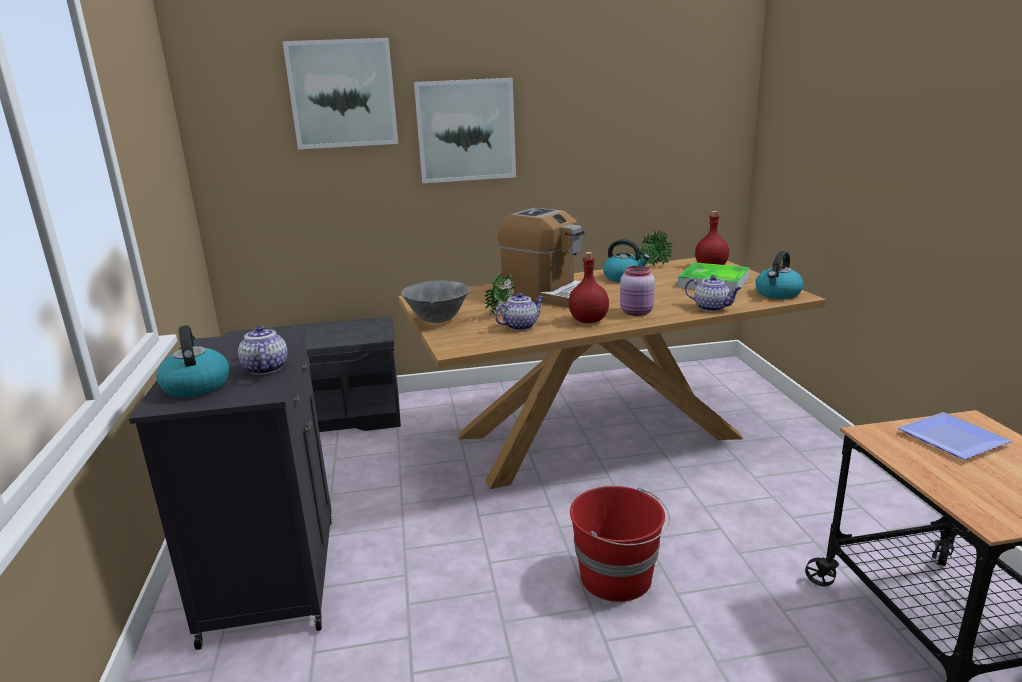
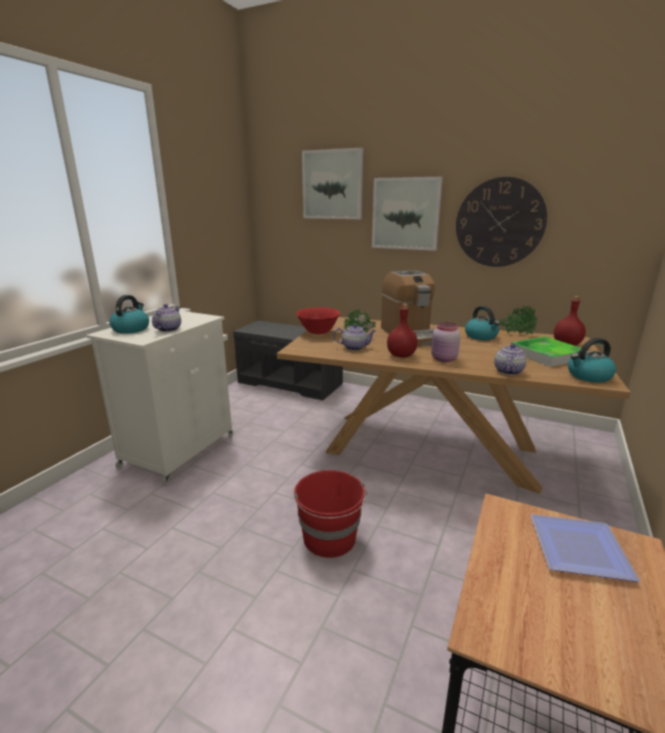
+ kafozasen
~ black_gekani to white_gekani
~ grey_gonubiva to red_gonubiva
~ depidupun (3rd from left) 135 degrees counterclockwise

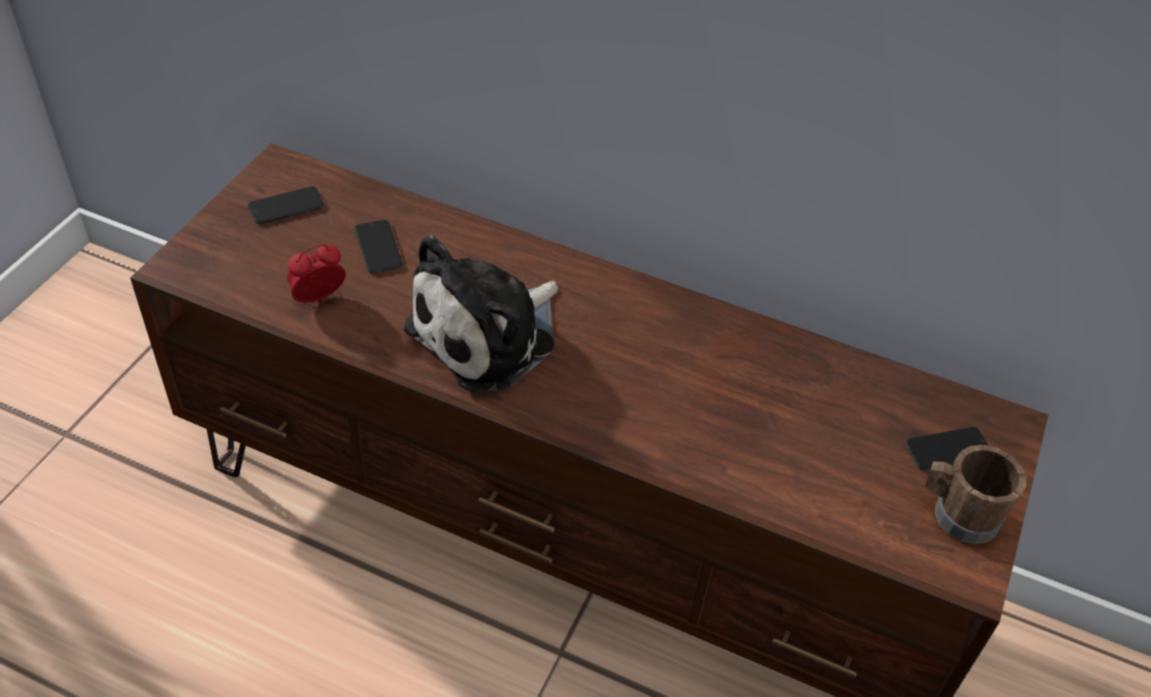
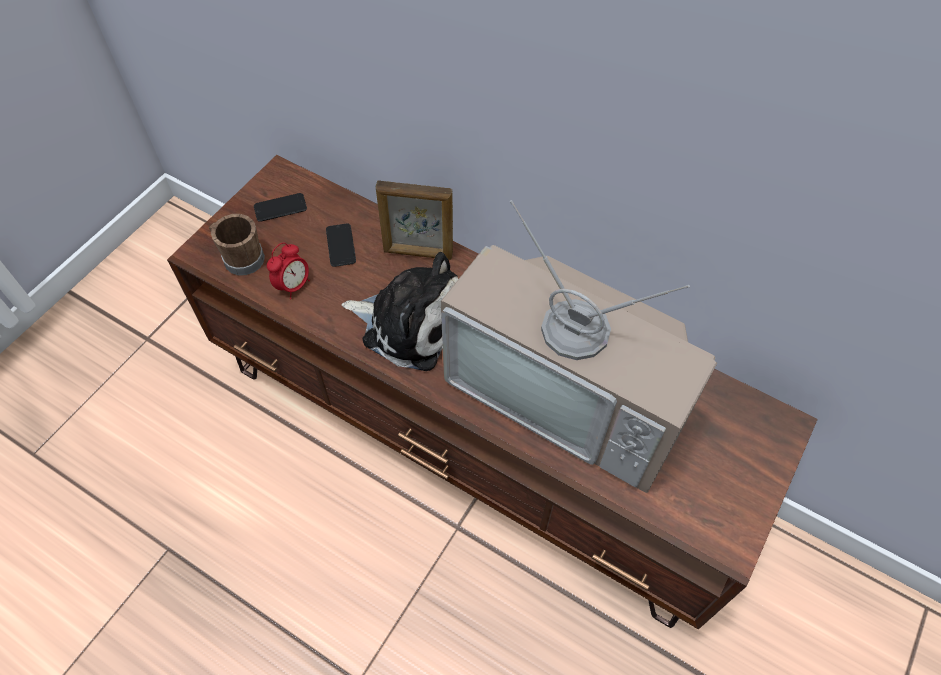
- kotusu (3rd from left)
+ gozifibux
+ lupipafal
~ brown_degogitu
~ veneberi 150 degrees clockwise
~ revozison 120 degrees counterclockwise

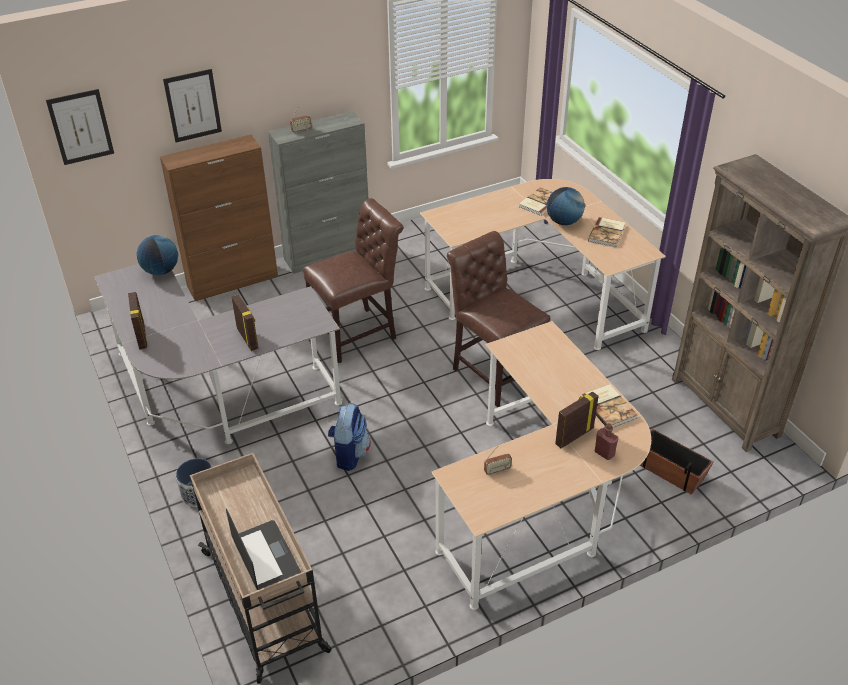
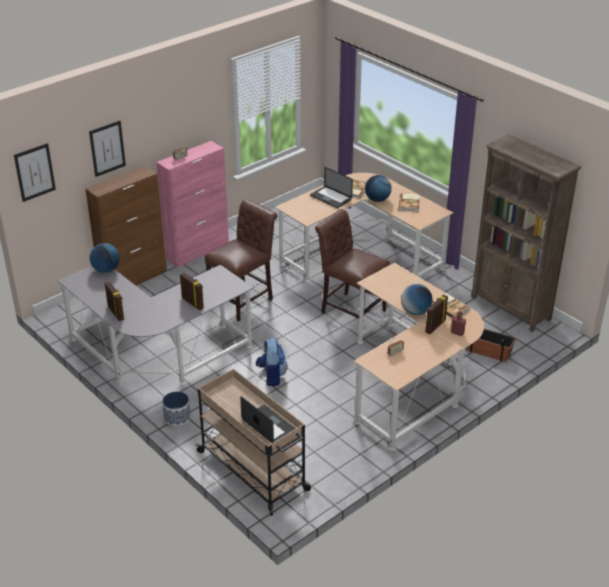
+ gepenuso (2nd from left)
+ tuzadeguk (3rd from left)
~ grey_gekani to pink_gekani

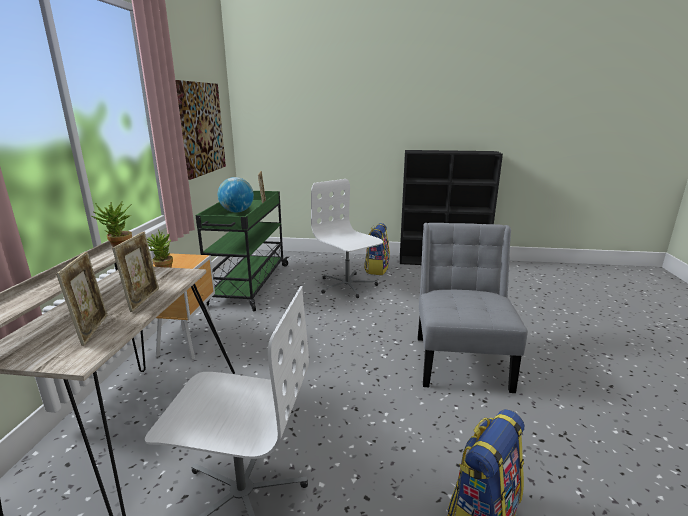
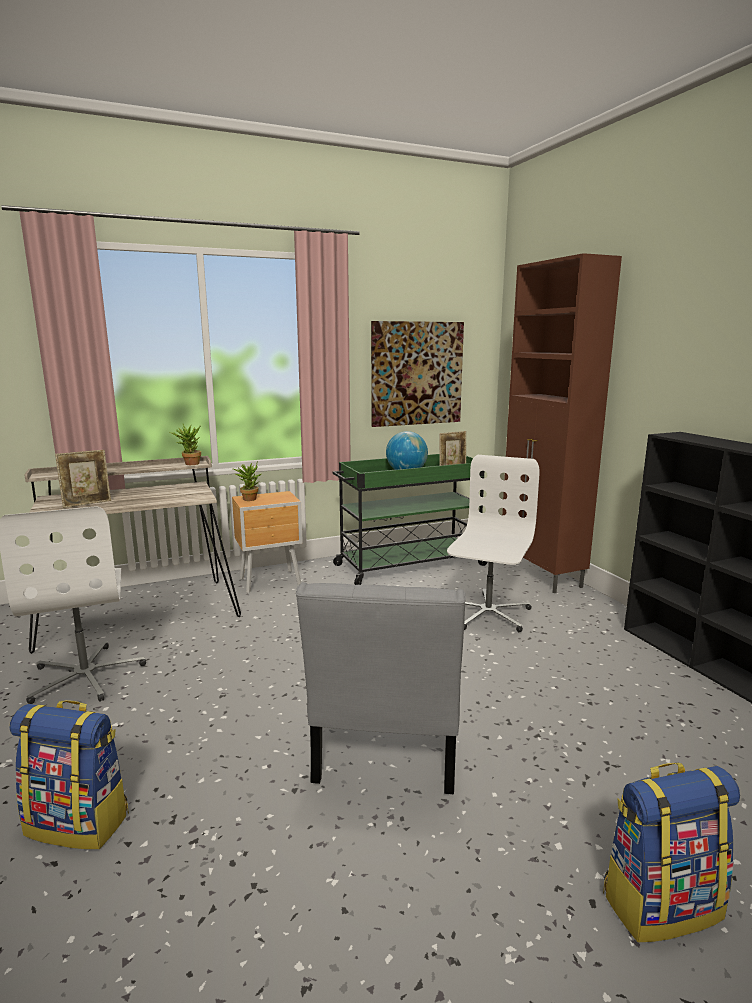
- gozifibux (2nd from left)
+ brown_gekani
~ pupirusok (1st from left in the first image) to pupirusok (2nd from left)
~ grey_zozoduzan 120 degrees clockwise

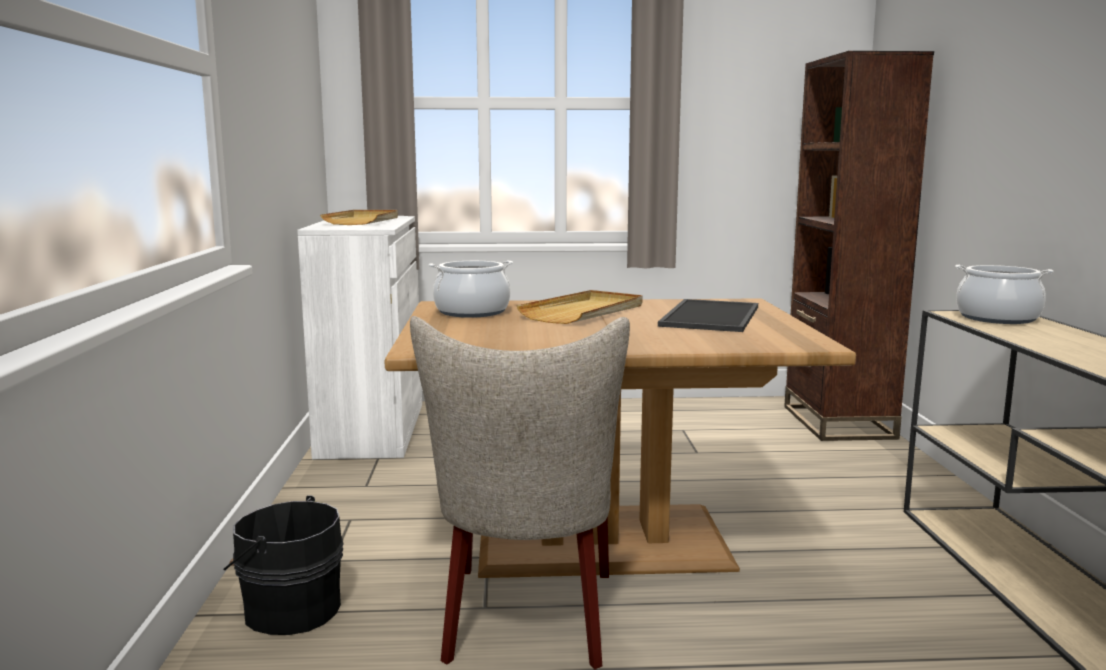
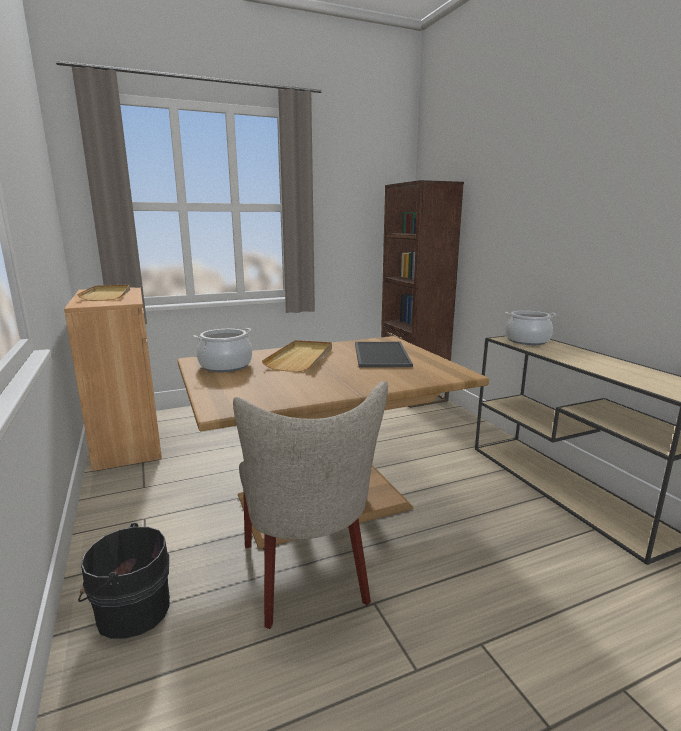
~ white_gekani to brown_gekani

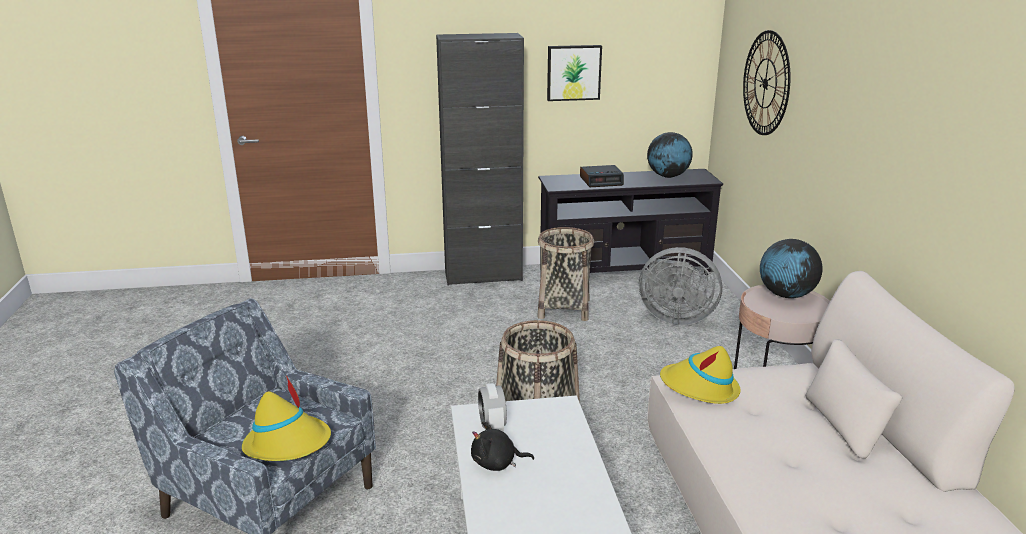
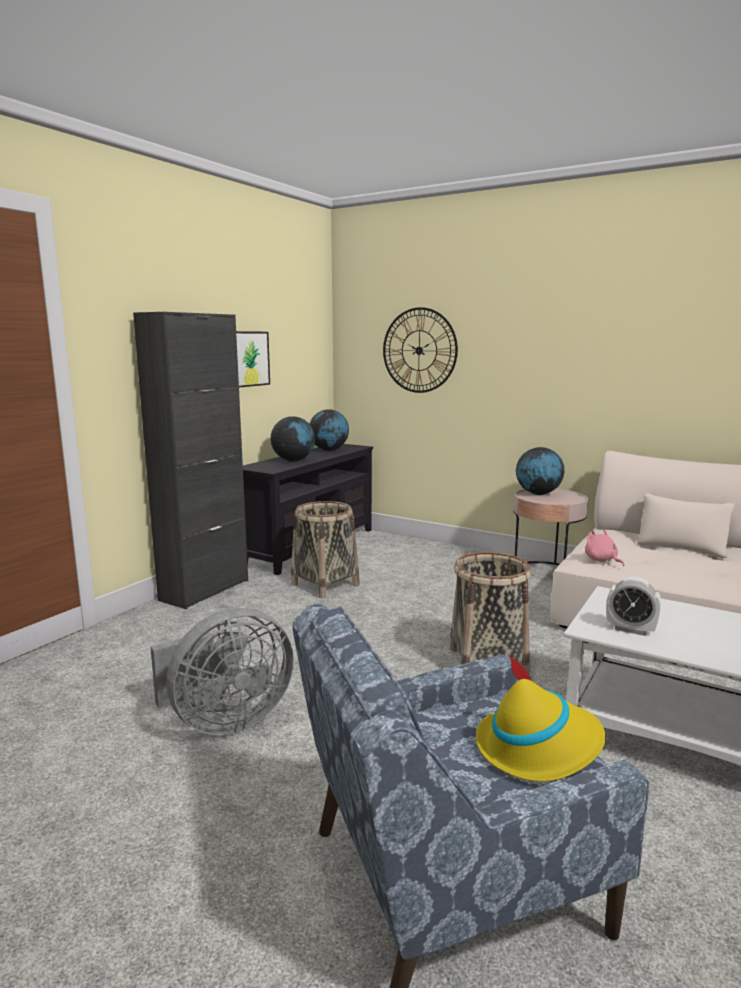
- black_revozison
~ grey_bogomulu
~ veneberi (2nd from left) to tuzadeguk (1st from left)
~ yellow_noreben (2nd from left) to pink_revozison

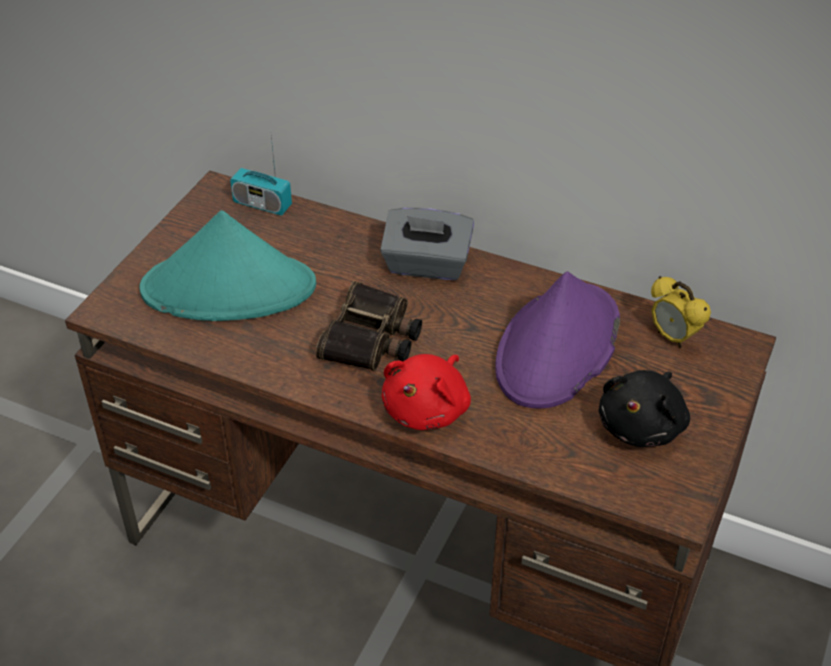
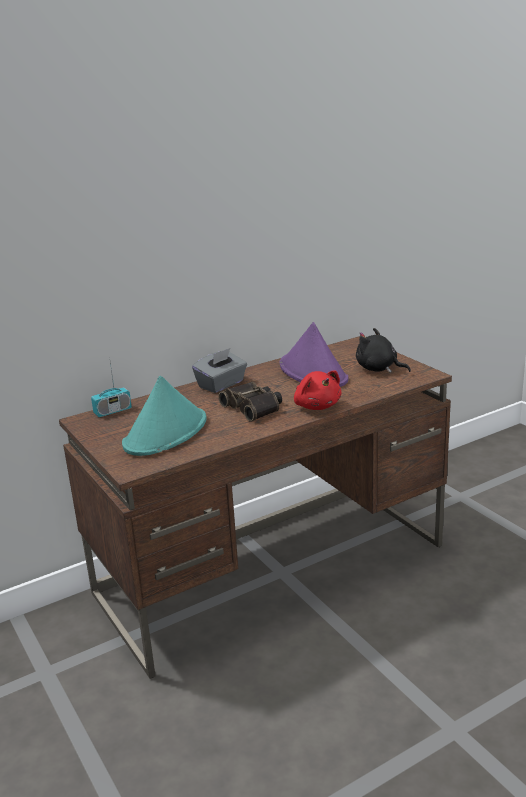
- veneberi
~ black_revozison 150 degrees clockwise

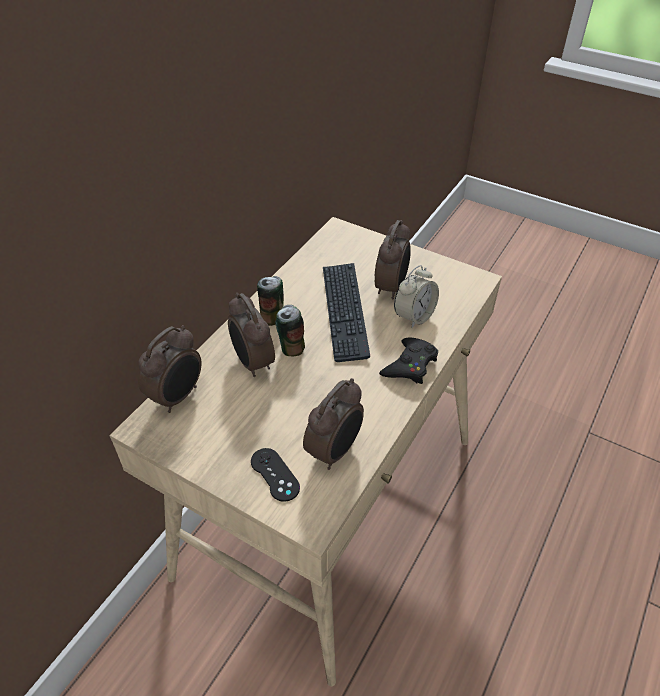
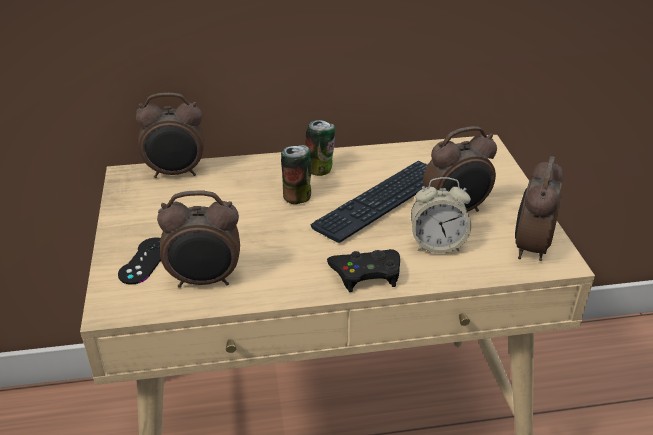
~ veneberi (2nd from left in the first image) to veneberi (5th from left)

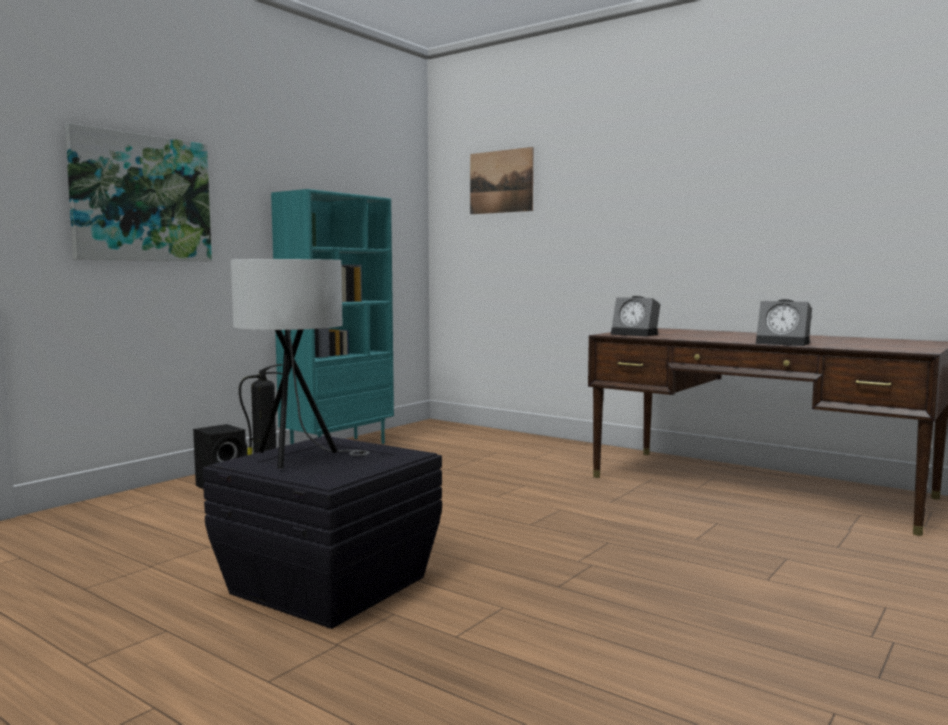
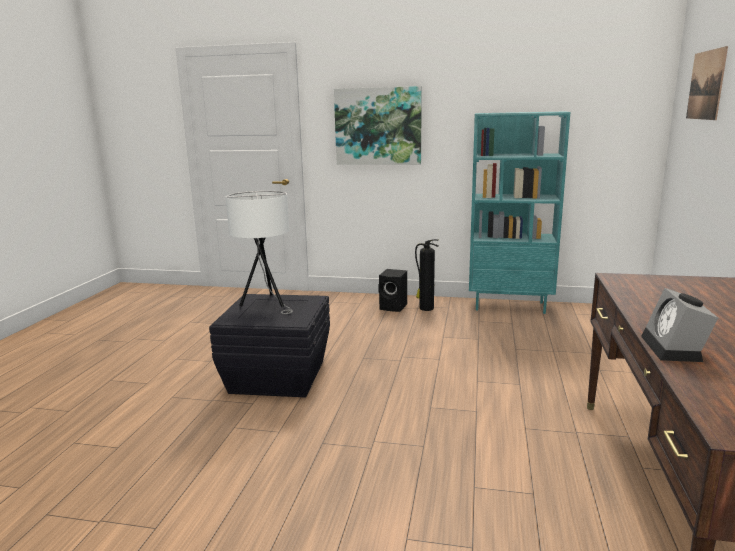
- veneberi (1st from left)

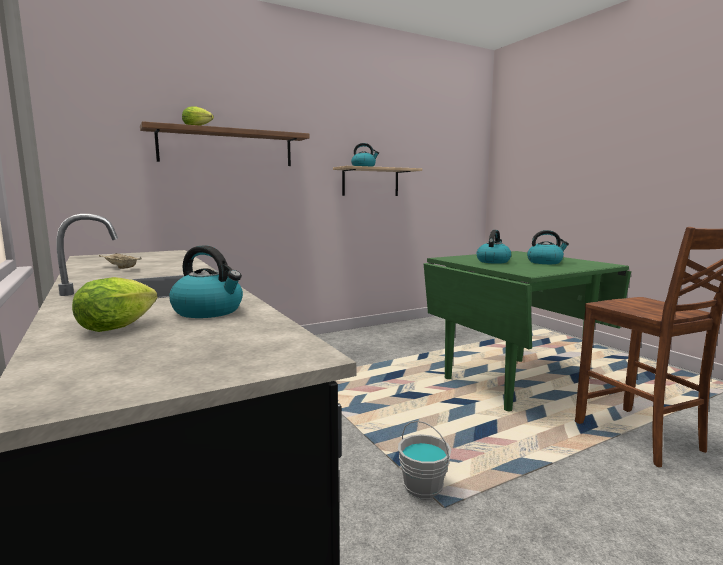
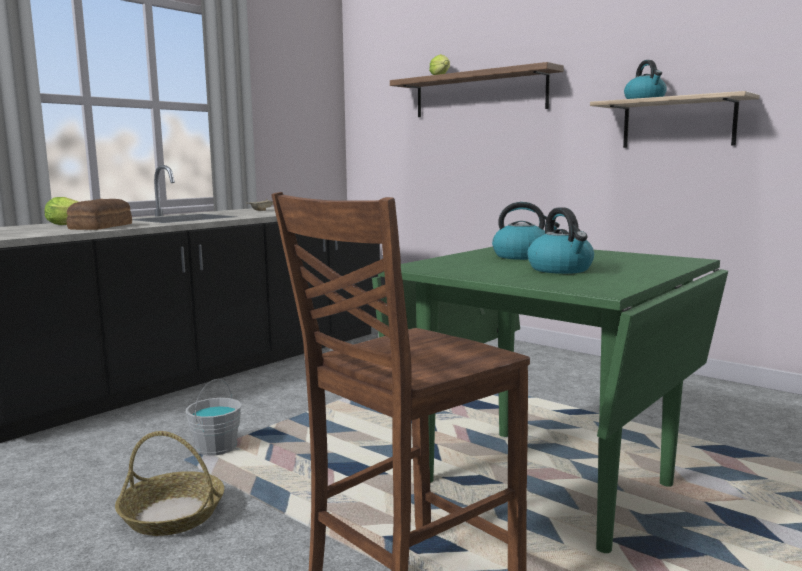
+ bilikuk
~ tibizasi (1st from left) to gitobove

